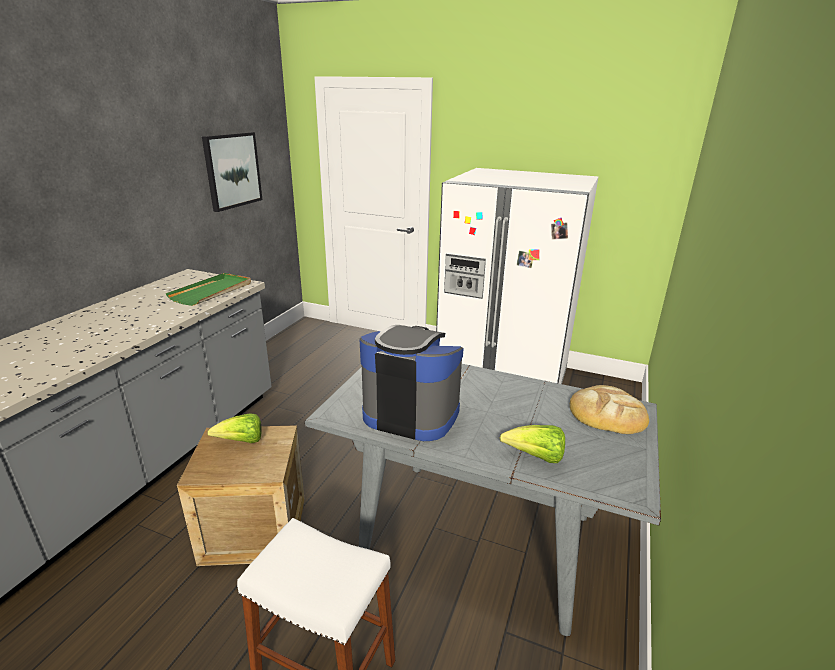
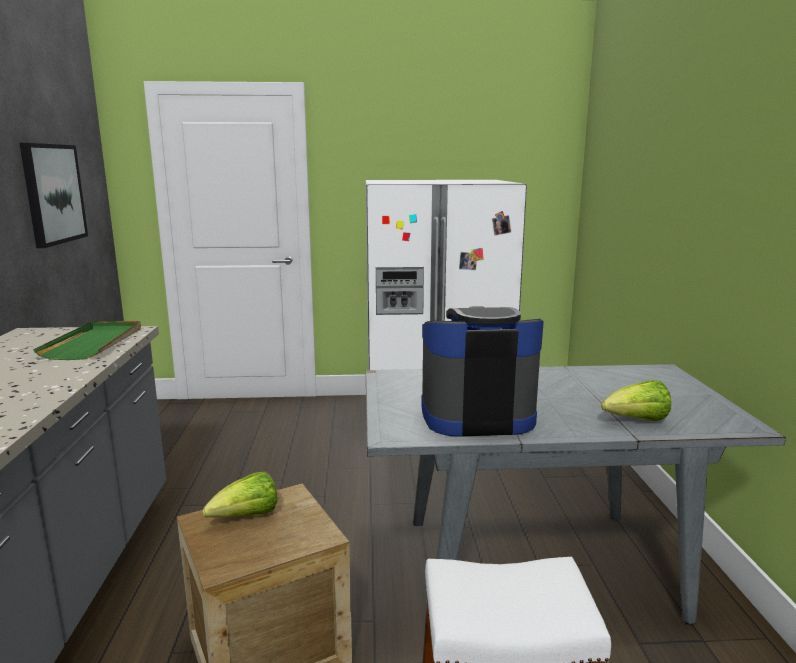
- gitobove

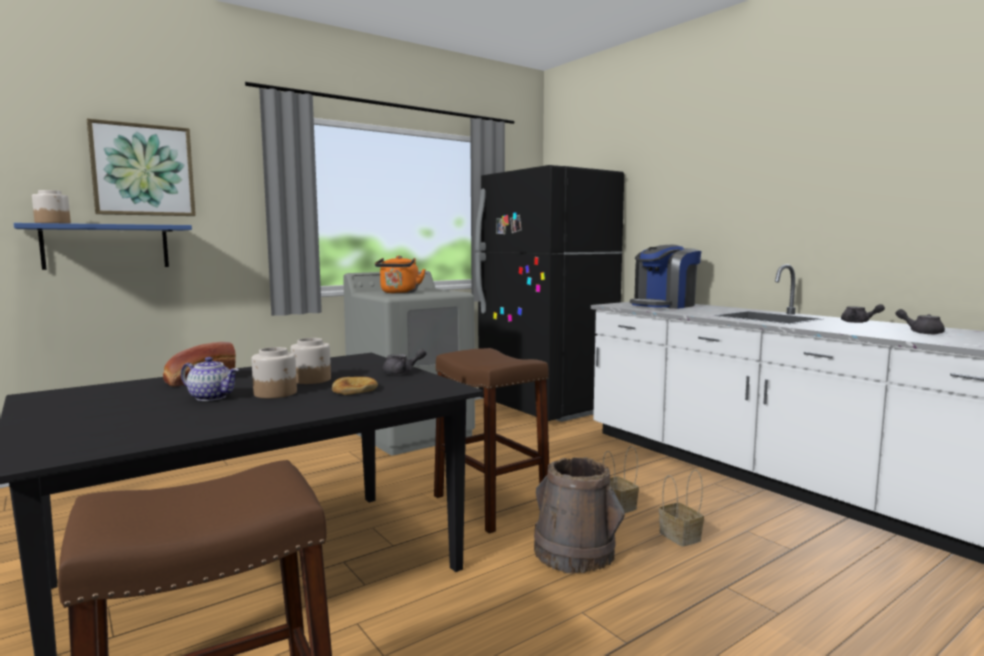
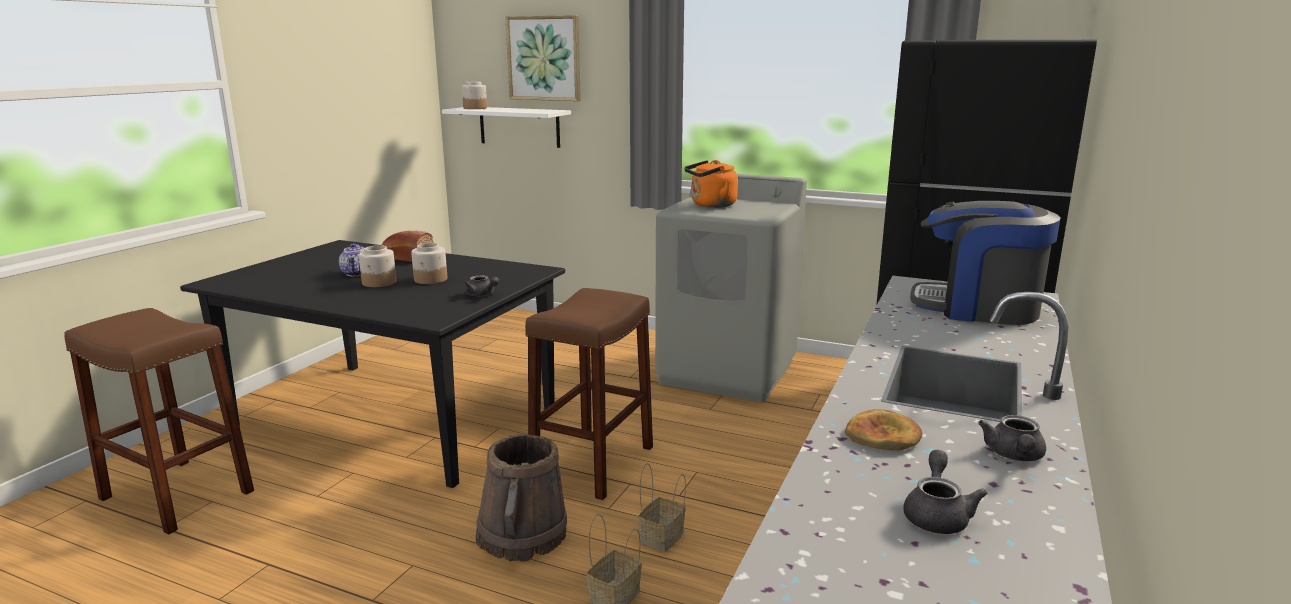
~ gitobove (2nd from left)
~ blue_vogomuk to white_vogomuk

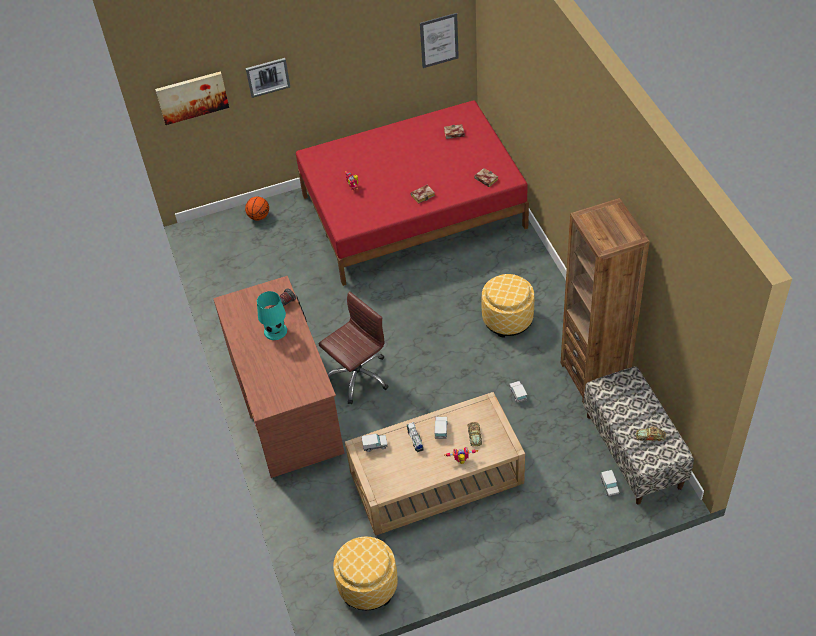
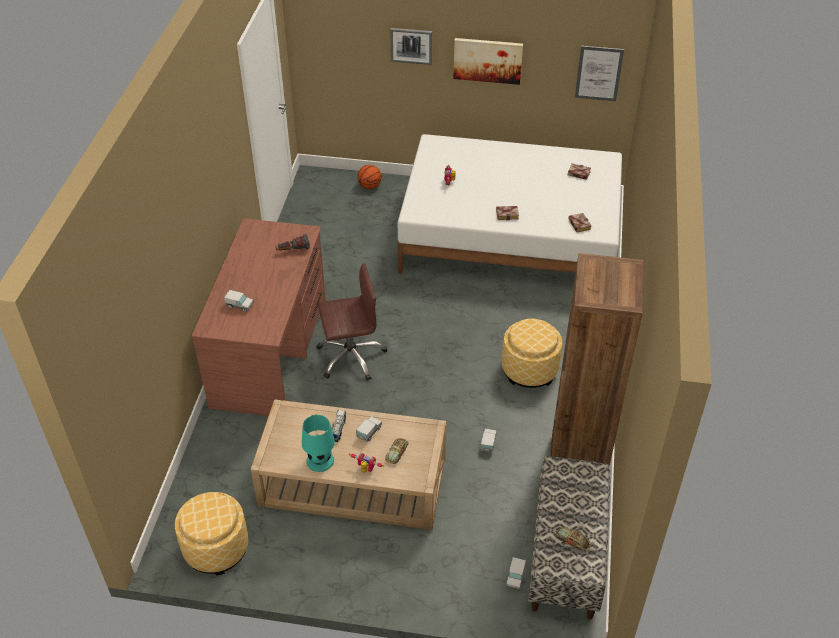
~ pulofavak (1st from left in the first image) to pulofavak (2nd from left)
~ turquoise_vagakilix
~ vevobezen (1st from left)
~ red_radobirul to white_radobirul

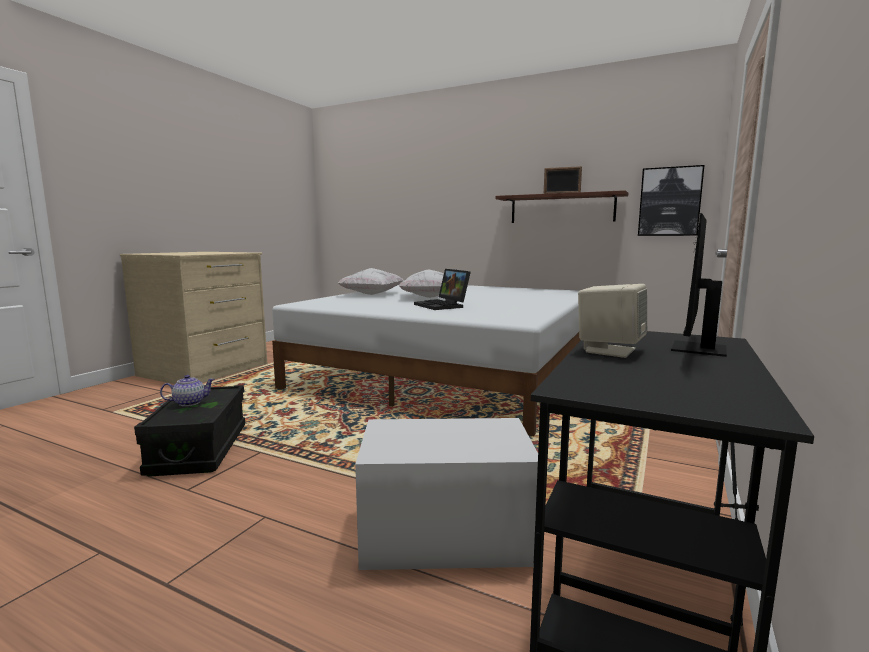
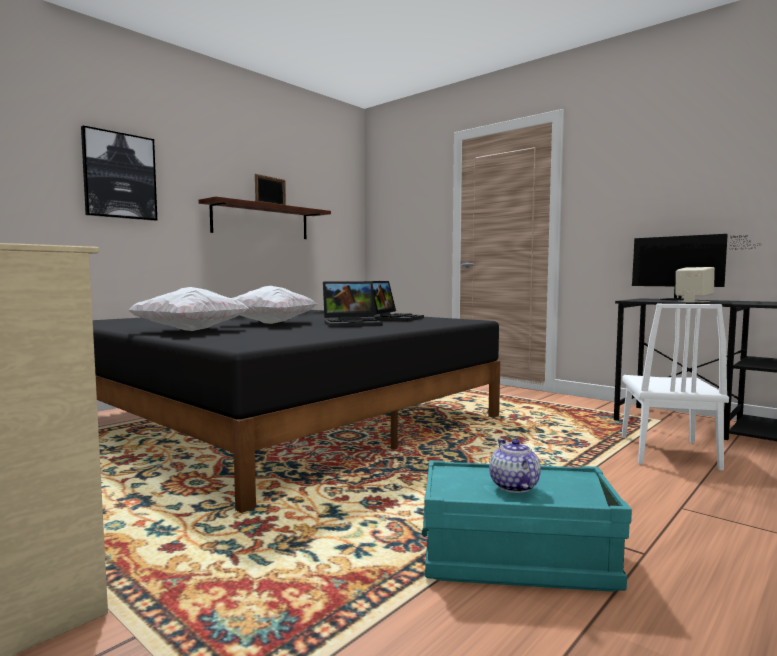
+ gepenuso (2nd from left)
~ pulofavak
~ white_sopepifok to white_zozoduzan
~ black_sopepifok to turquoise_sopepifok
~ white_radobirul to black_radobirul

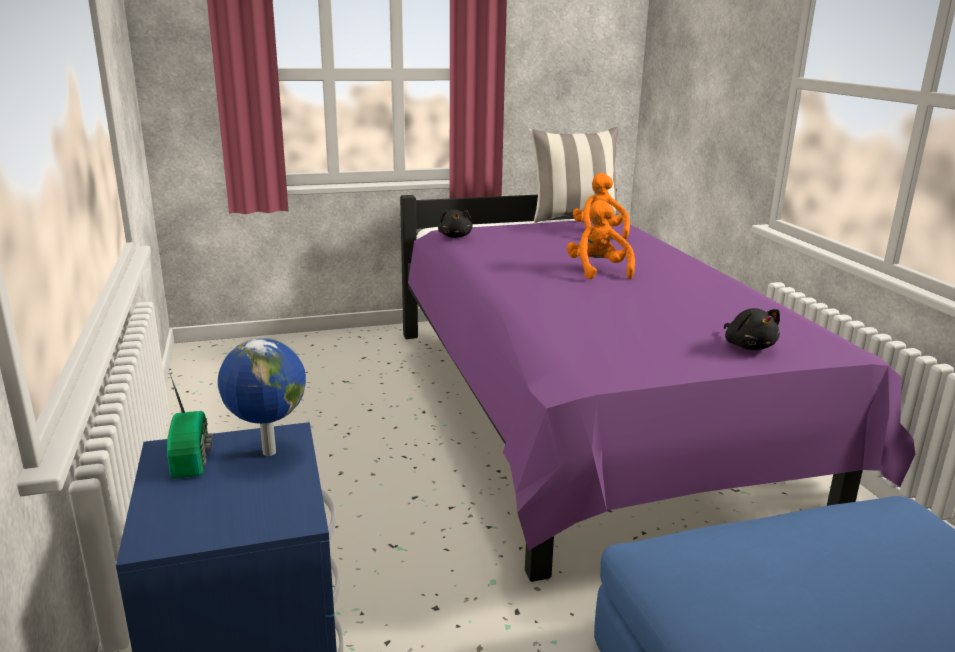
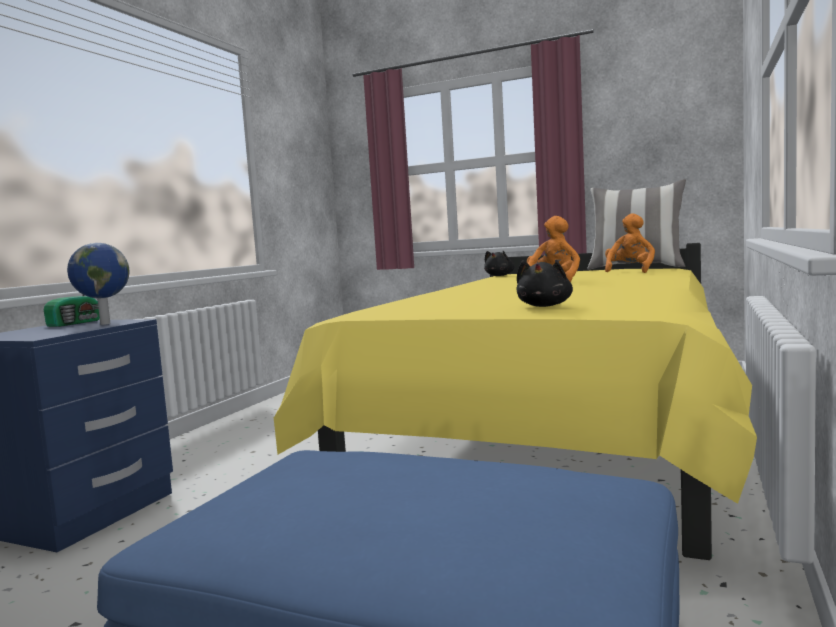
~ purple_radobirul to yellow_radobirul

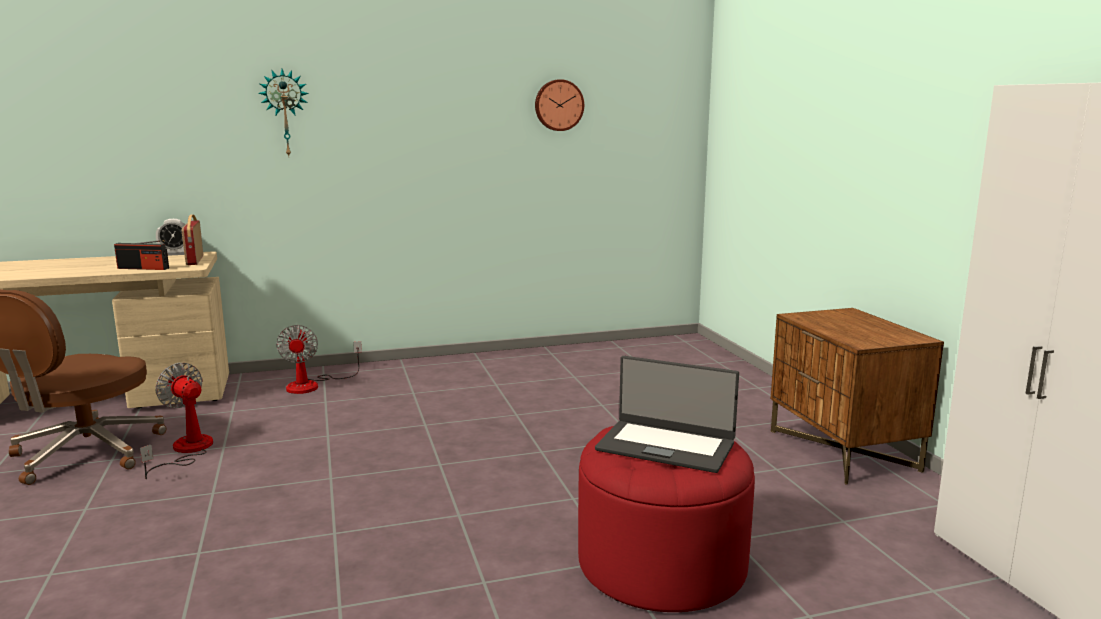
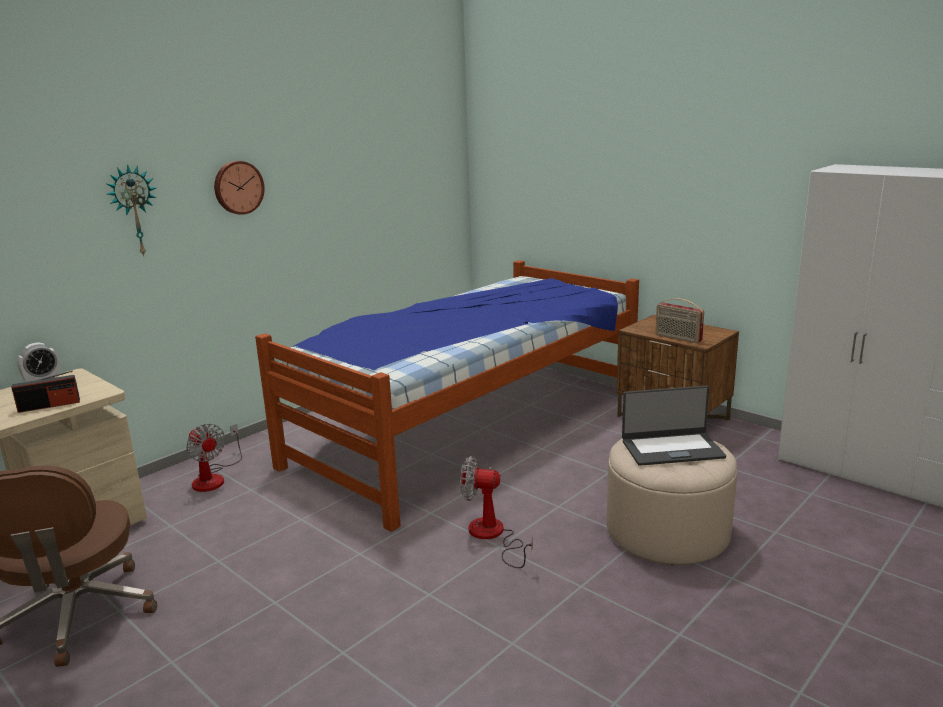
+ radobirul
~ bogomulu (1st from left in the first image) to bogomulu (2nd from left)
~ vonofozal (2nd from left)
~ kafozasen (2nd from left)
~ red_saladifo to beige_saladifo

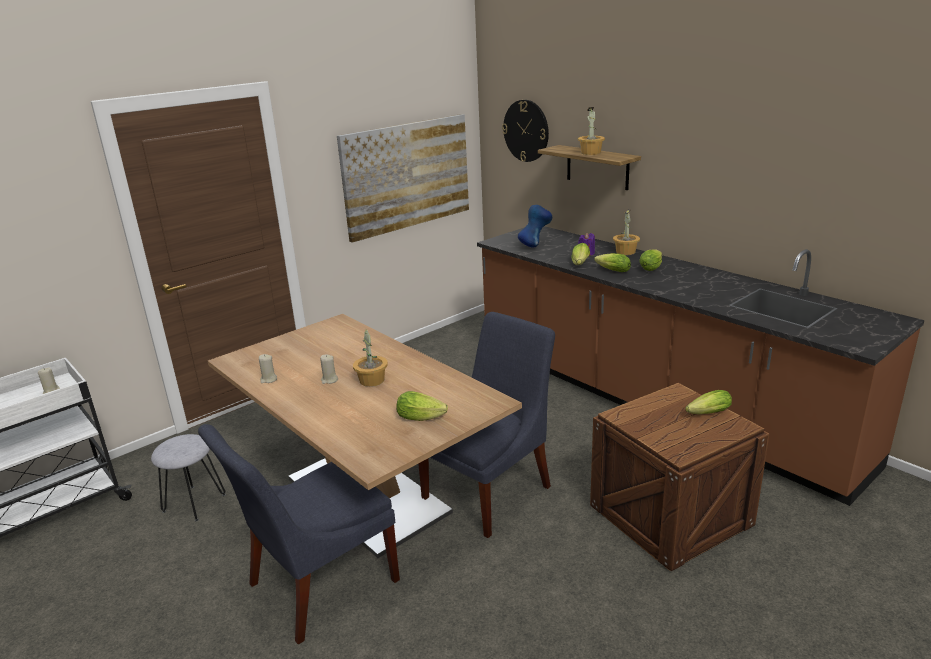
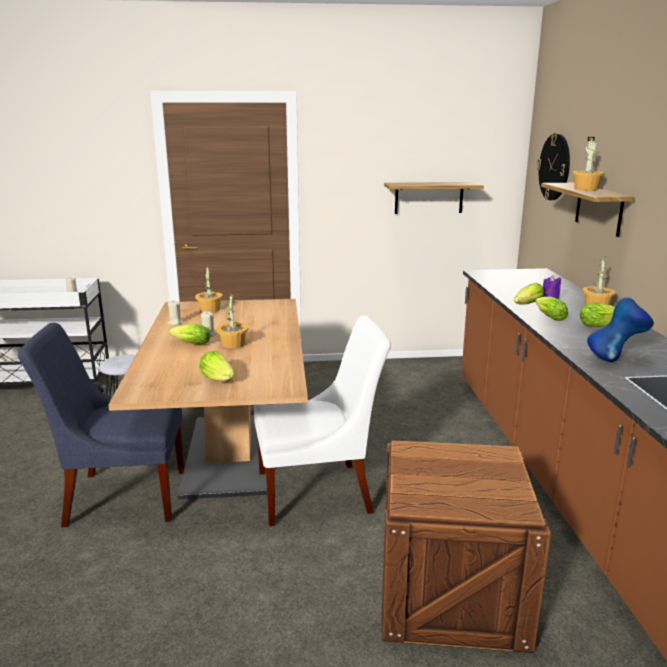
+ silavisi (1st from left)
~ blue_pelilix
~ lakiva (5th from left in the first image) to lakiva (1st from left)
~ pulofavak to vogomuk (1st from left)
~ blue_zozoduzan (2nd from left) to white_zozoduzan

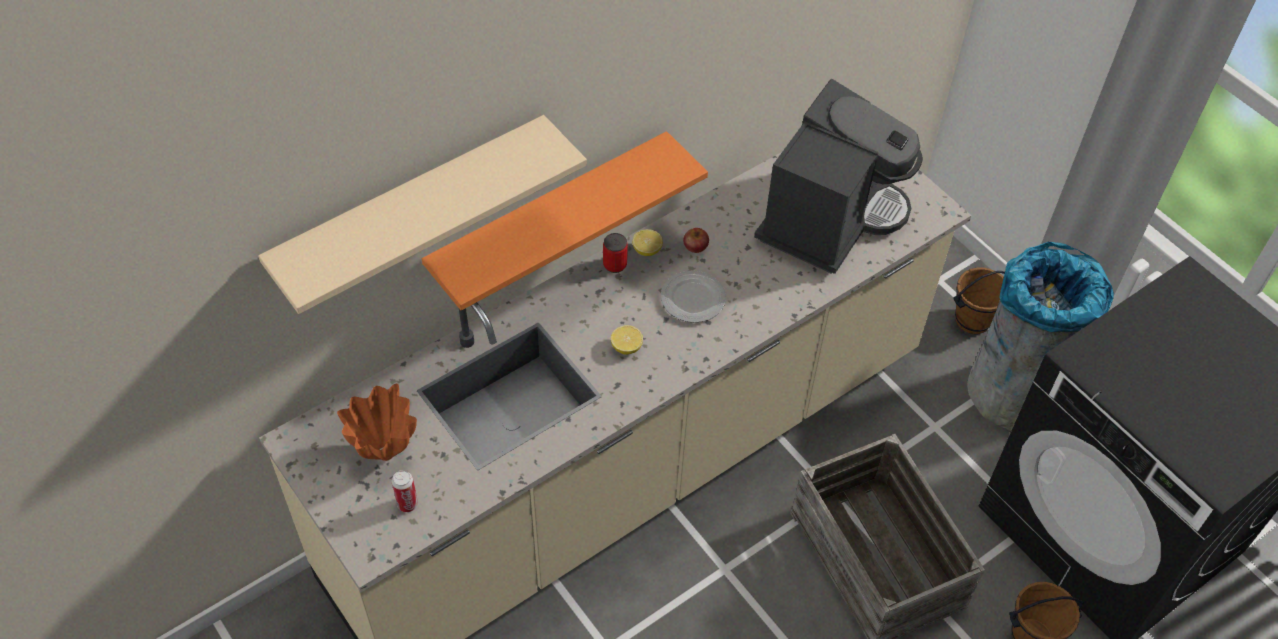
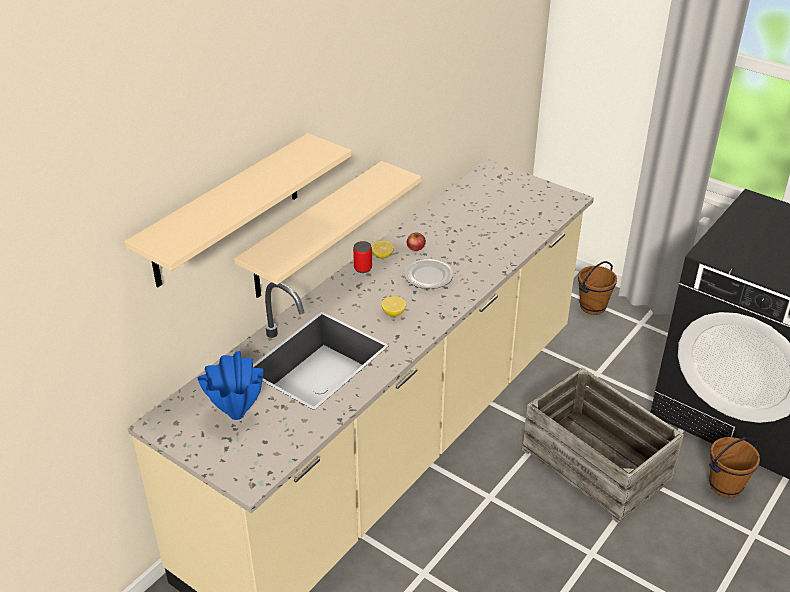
- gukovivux (1st from left)
- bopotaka
- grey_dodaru
~ orange_pelilix to blue_pelilix
~ orange_vogomuk to beige_vogomuk (2nd from left)

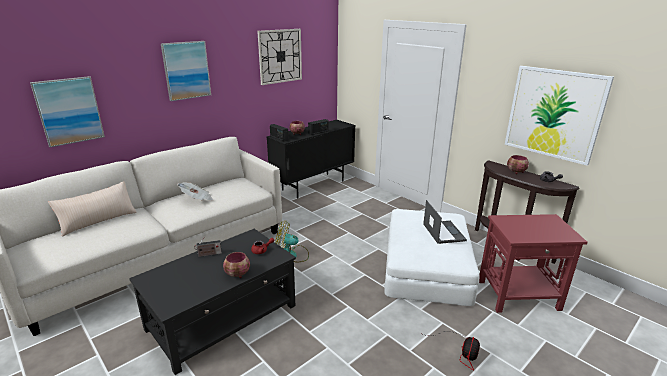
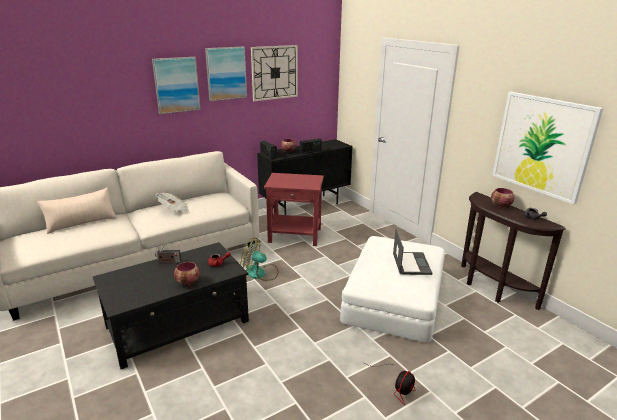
~ pulofavak (1st from left in the first image) to pulofavak (2nd from left)
~ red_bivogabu

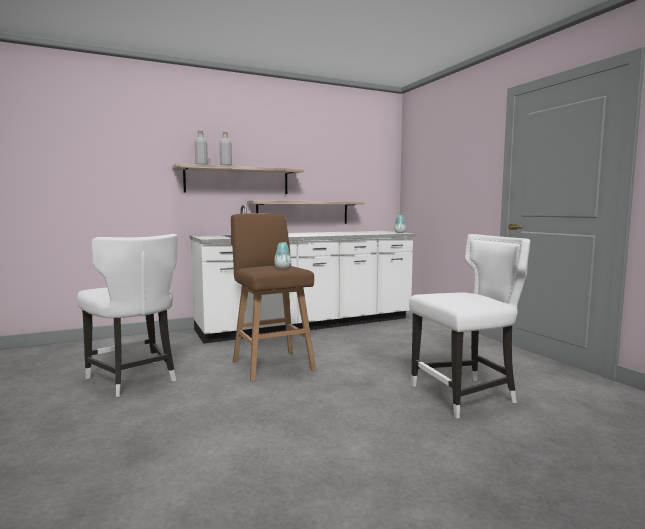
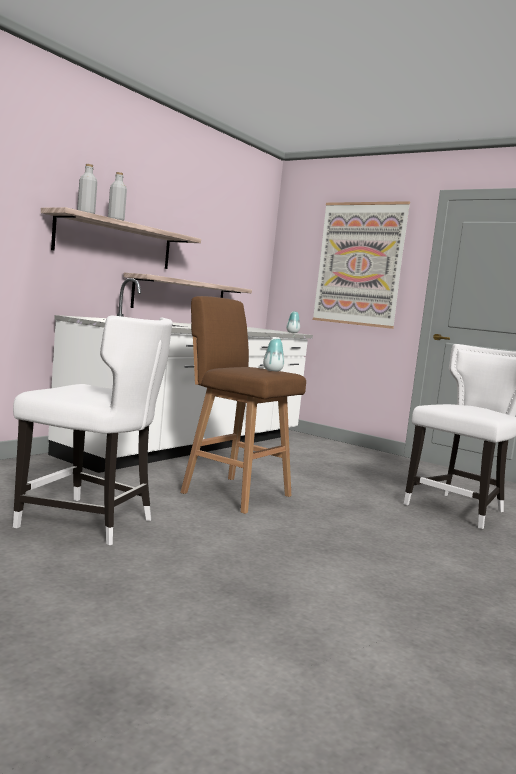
+ pulofavak

